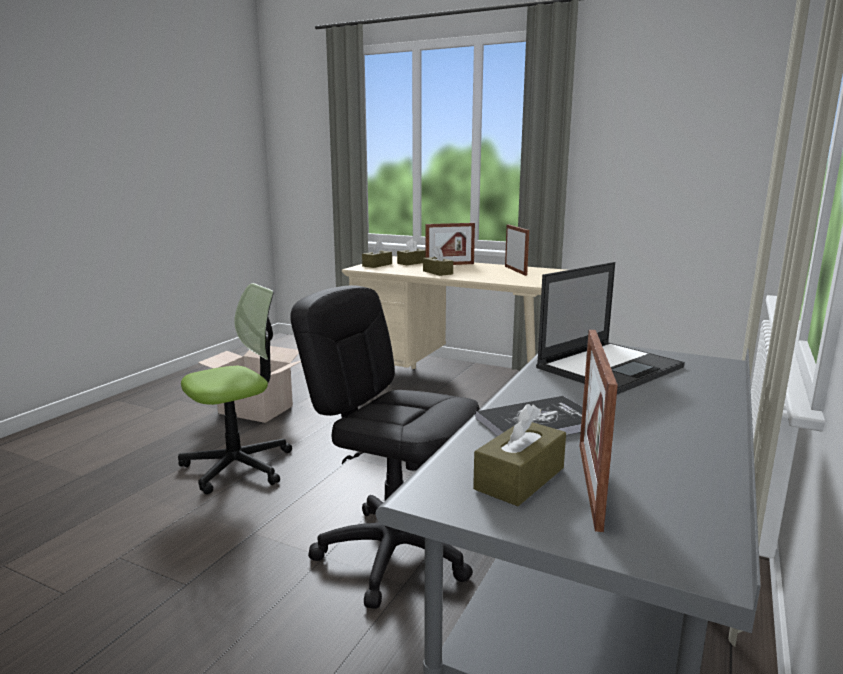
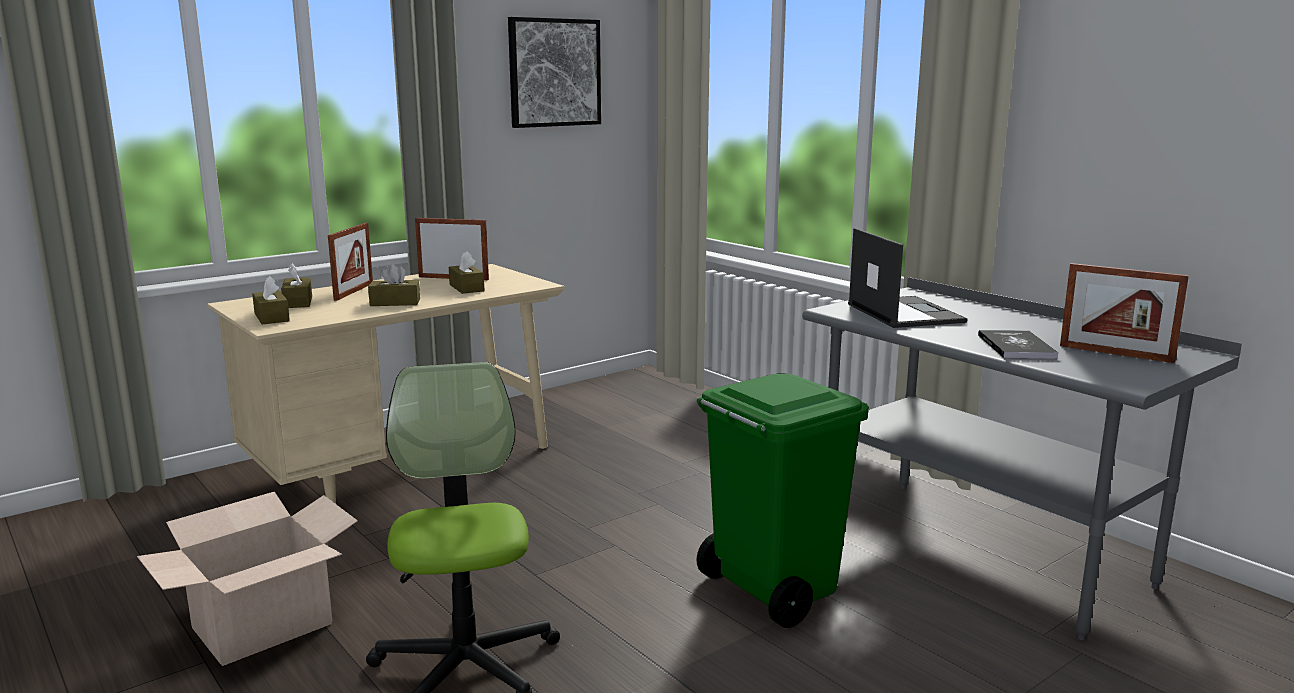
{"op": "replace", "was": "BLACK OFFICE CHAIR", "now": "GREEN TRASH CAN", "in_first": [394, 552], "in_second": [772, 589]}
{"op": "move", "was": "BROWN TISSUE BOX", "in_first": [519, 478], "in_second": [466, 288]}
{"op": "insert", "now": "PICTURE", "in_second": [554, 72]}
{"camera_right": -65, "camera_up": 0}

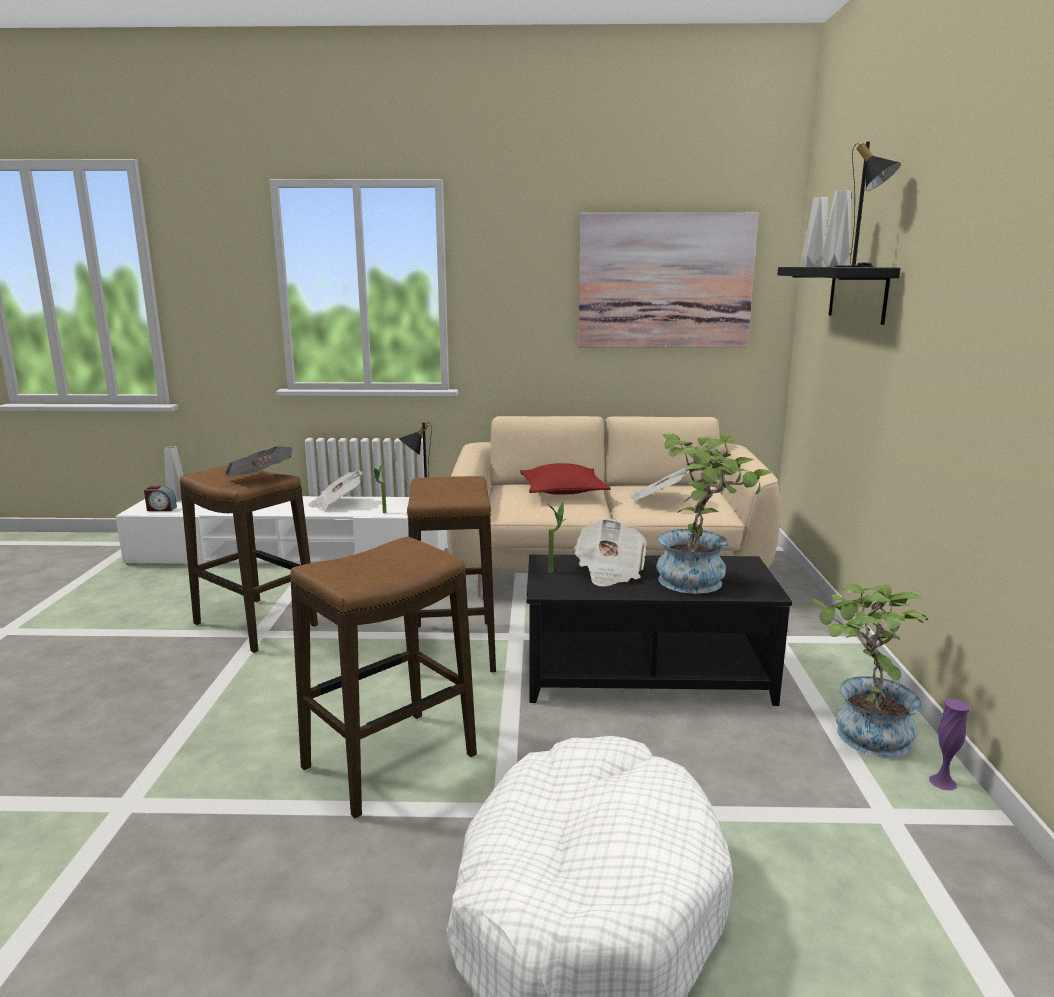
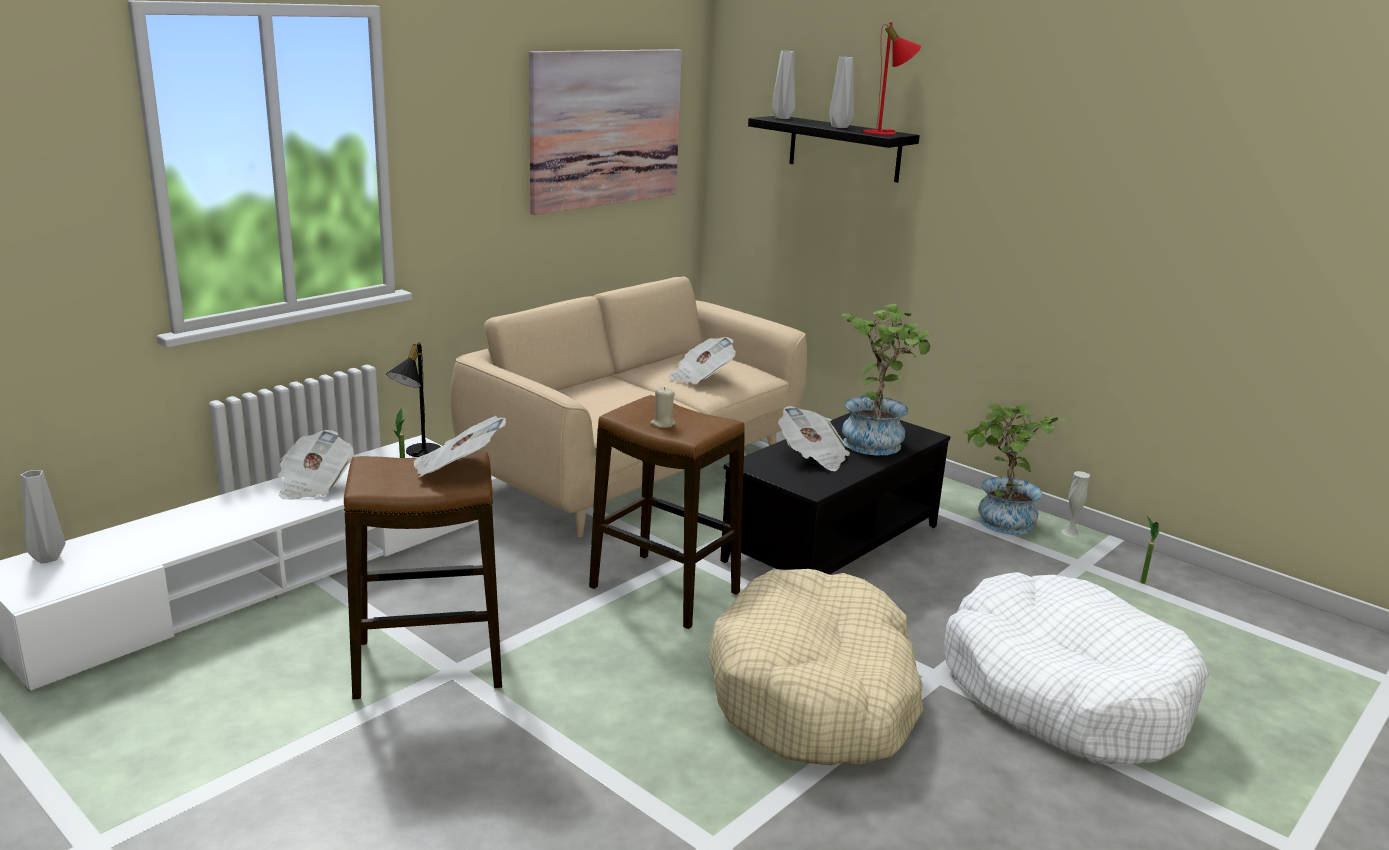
{"op": "delete", "was": "ALARM CLOCK", "in_first": [161, 509]}
{"op": "replace", "was": "STOOL", "now": "BEIGE DOG BED", "in_first": [390, 761], "in_second": [815, 694]}
{"op": "delete", "was": "RED PILLOW", "in_first": [563, 491]}
{"op": "move", "was": "POTTED PLANT", "in_first": [555, 570], "in_second": [1141, 579]}
{"op": "recolor", "was": "BLACK TABLE LAMP", "now": "RED TABLE LAMP", "in_first": [860, 267], "in_second": [886, 133]}
{"op": "recolor", "was": "PURPLE VASE", "now": "WHITE VASE", "in_first": [942, 782], "in_second": [1070, 532]}
{"op": "insert", "now": "BEIGE CANDLE", "in_second": [662, 424]}
{"camera_right": -50, "camera_up": 5}

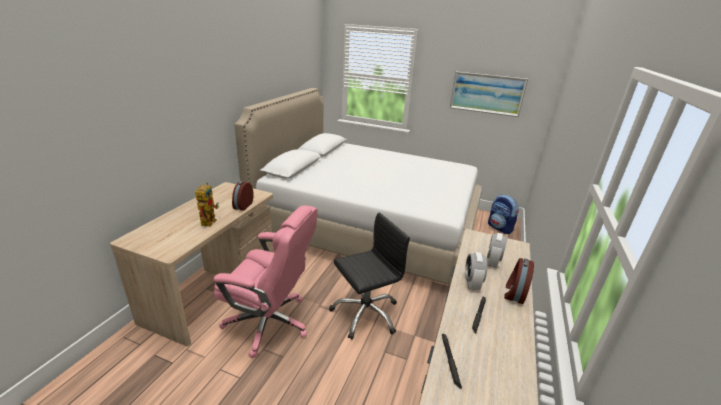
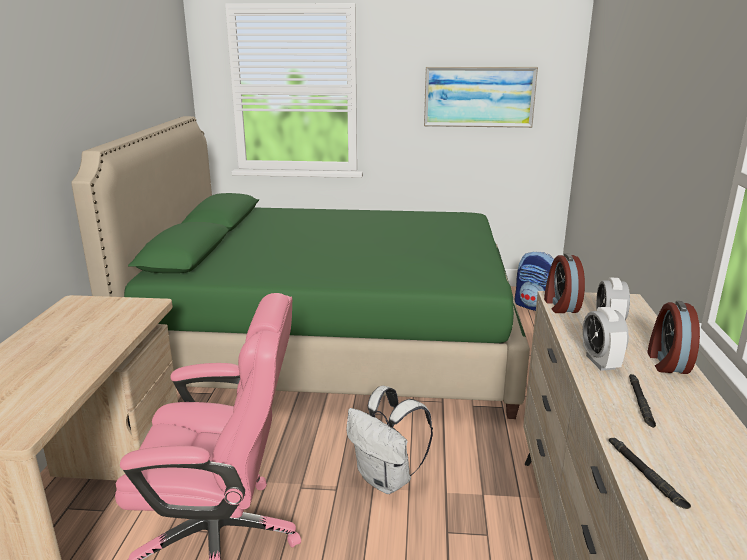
{"op": "delete", "was": "TOY ROBOT", "in_first": [209, 220]}
{"op": "move", "was": "ALARM CLOCK", "in_first": [242, 206], "in_second": [560, 305]}
{"op": "recolor", "was": "WHITE BED", "now": "GREEN BED", "in_first": [369, 227], "in_second": [332, 342]}
{"op": "replace", "was": "BLACK OFFICE CHAIR", "now": "WHITE BACKPACK", "in_first": [365, 313], "in_second": [387, 480]}
{"camera_right": -15, "camera_up": -5}

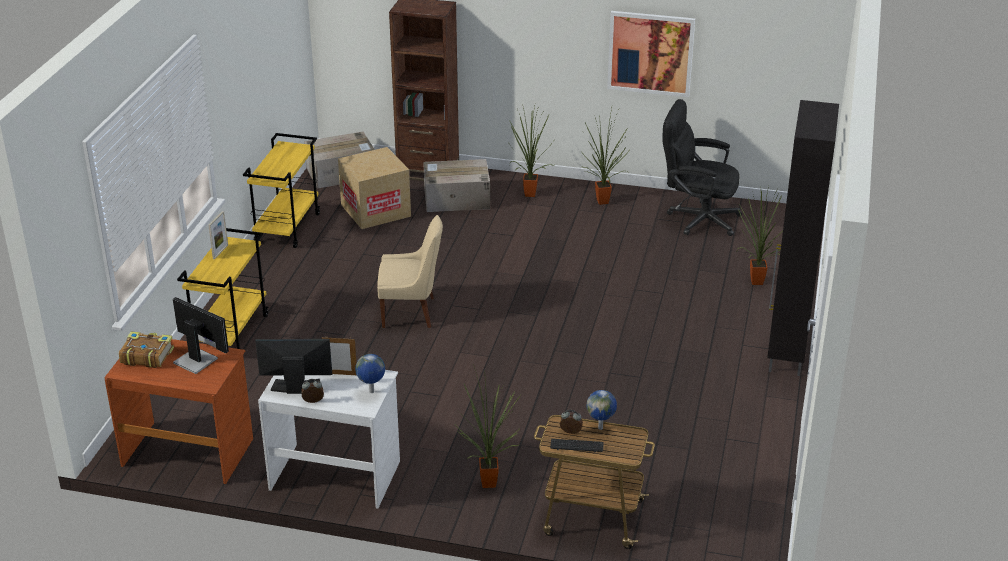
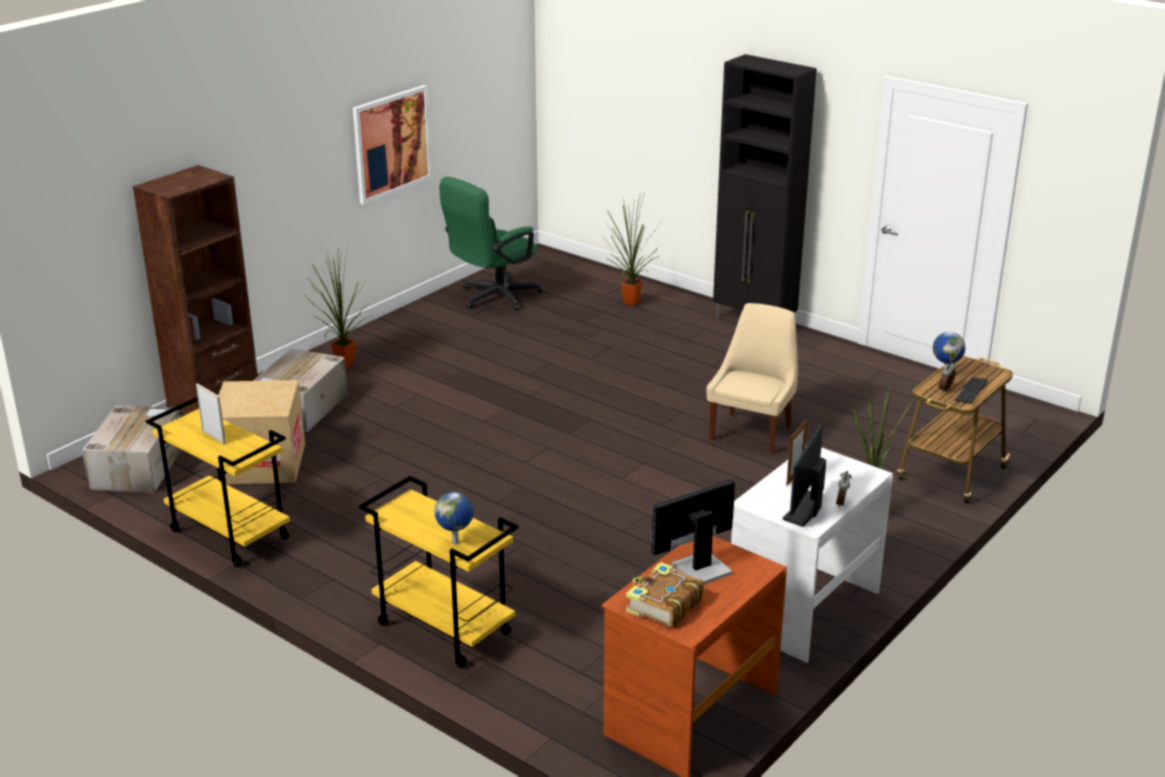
{"op": "move", "was": "PICTURE FRAME", "in_first": [220, 252], "in_second": [214, 437]}
{"op": "move", "was": "GLOBE", "in_first": [371, 392], "in_second": [456, 543]}
{"op": "move", "was": "BEIGE CHAIR", "in_first": [411, 312], "in_second": [752, 431]}
{"op": "delete", "was": "POTTED PLANT", "in_first": [602, 203]}
{"op": "recolor", "was": "BLACK OFFICE CHAIR", "now": "GREEN OFFICE CHAIR", "in_first": [697, 218], "in_second": [493, 298]}
{"camera_right": -65, "camera_up": -5}

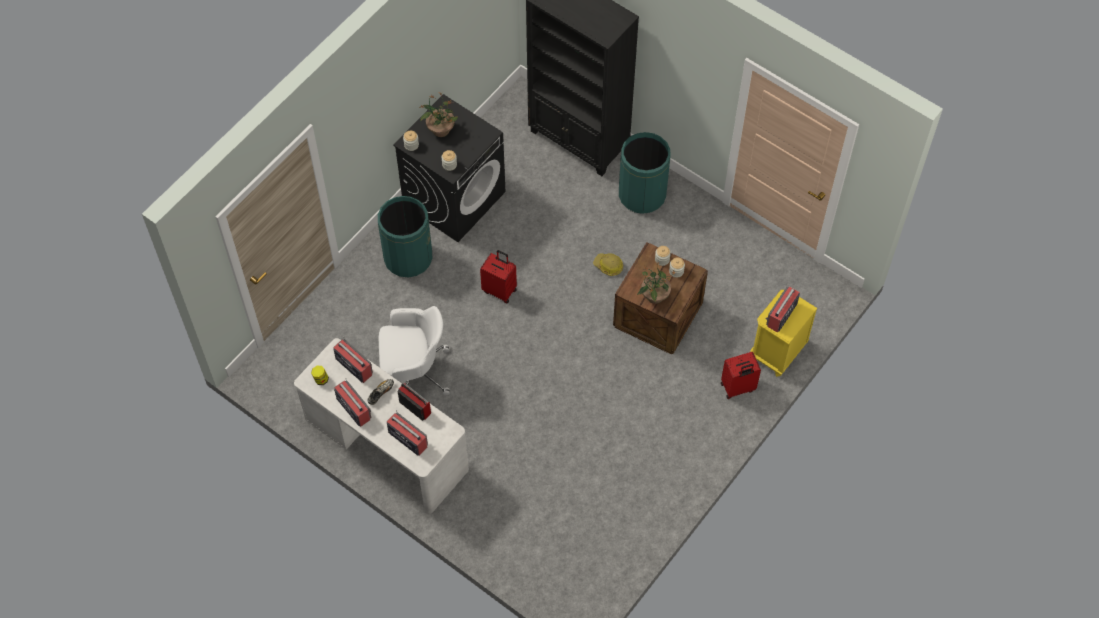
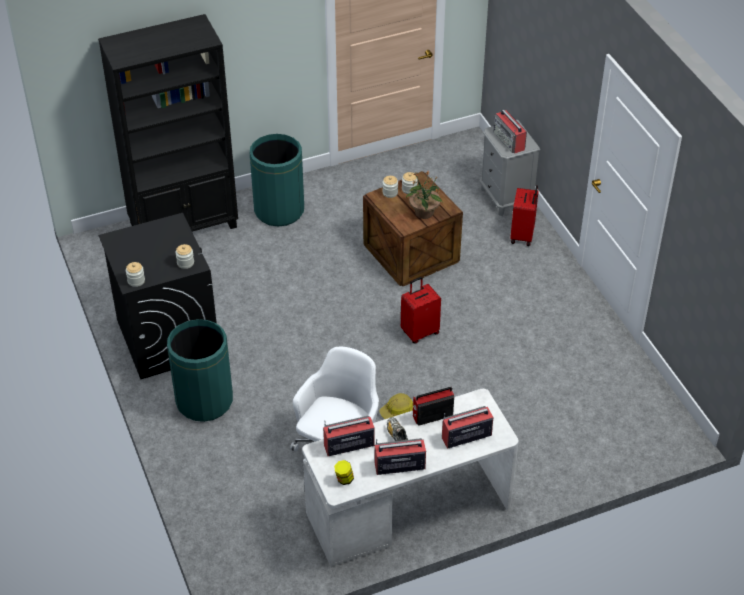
{"op": "delete", "was": "POTTED PLANT", "in_first": [440, 129]}
{"op": "move", "was": "RED SUITCASE", "in_first": [500, 290], "in_second": [419, 332]}
{"op": "move", "was": "HARD HAT", "in_first": [608, 266], "in_second": [397, 411]}
{"op": "recolor", "was": "YELLOW NIGHTSTAND", "now": "GREY NIGHTSTAND", "in_first": [777, 353], "in_second": [505, 198]}
{"camera_right": -60, "camera_up": -15}

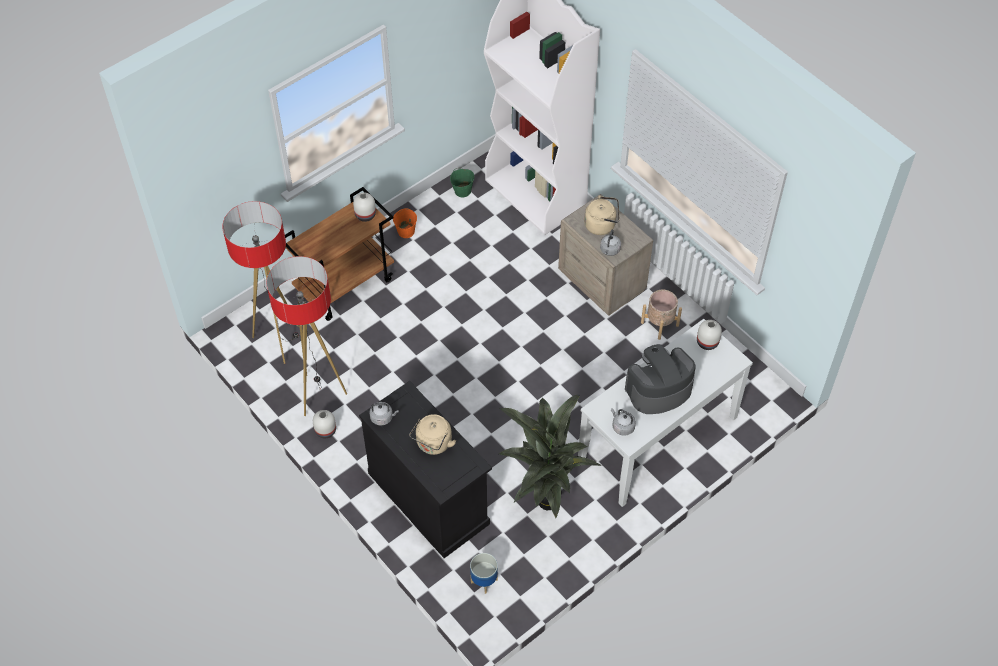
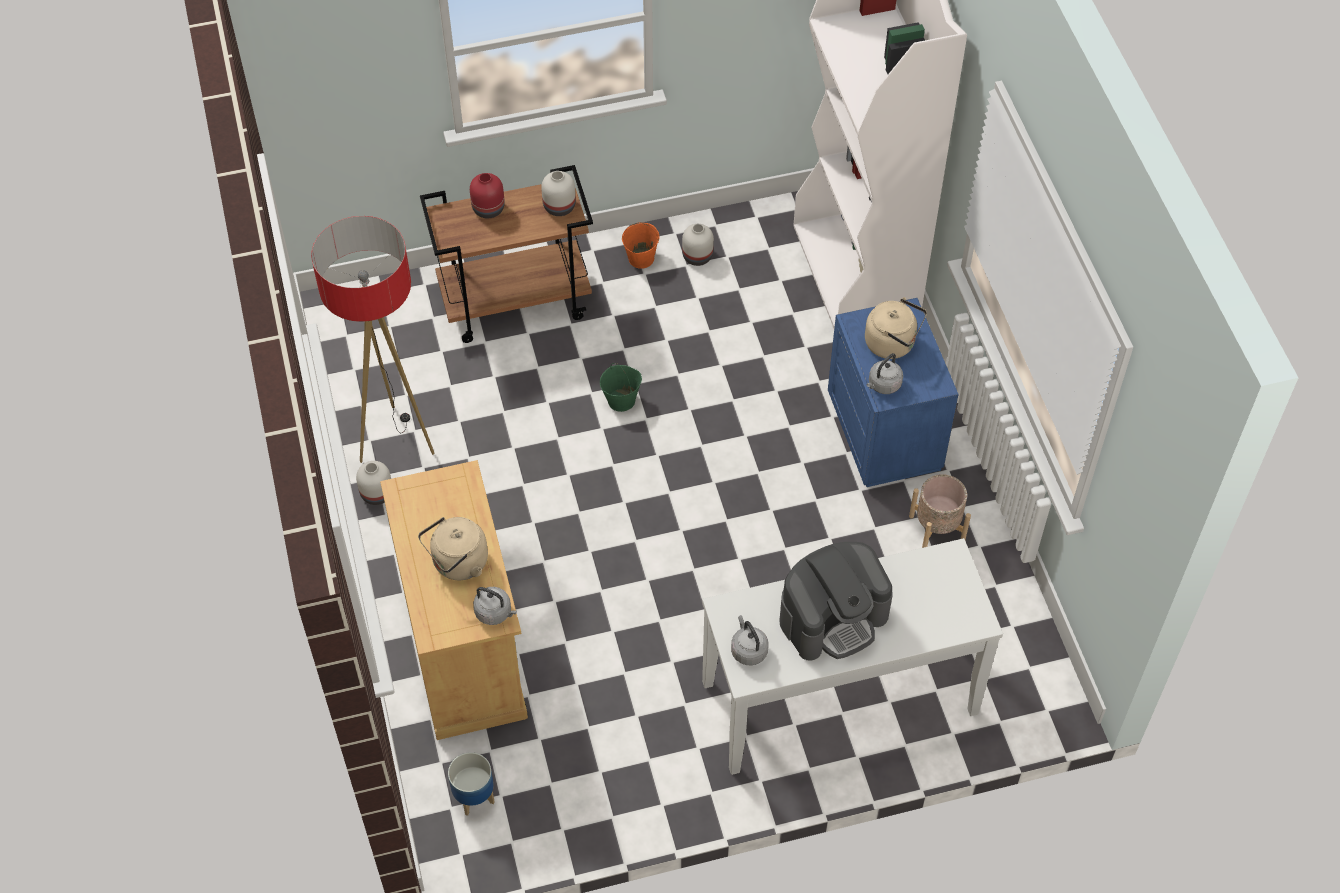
{"op": "delete", "was": "FLOOR LAMP", "in_first": [279, 342]}
{"op": "recolor", "was": "BLACK CABINET", "now": "BEIGE CABINET", "in_first": [428, 498], "in_second": [463, 645]}
{"op": "move", "was": "GREY KETTLE", "in_first": [383, 417], "in_second": [495, 613]}
{"op": "move", "was": "GREEN BUCKET", "in_first": [462, 191], "in_second": [621, 400]}
{"op": "delete", "was": "POTTED PLANT", "in_first": [543, 500]}
{"op": "recolor", "was": "BEIGE NIGHTSTAND", "now": "BLUE NIGHTSTAND", "in_first": [603, 280], "in_second": [886, 432]}
{"op": "rotate", "was": "COFFEE MACHINE", "in_first": [658, 390], "in_second": [833, 617], "clockwise": 150}
{"op": "move", "was": "WHITE VASE", "in_first": [707, 342], "in_second": [697, 255]}
{"op": "insert", "now": "RED VASE", "in_second": [489, 209]}
{"camera_right": 25, "camera_up": 0}

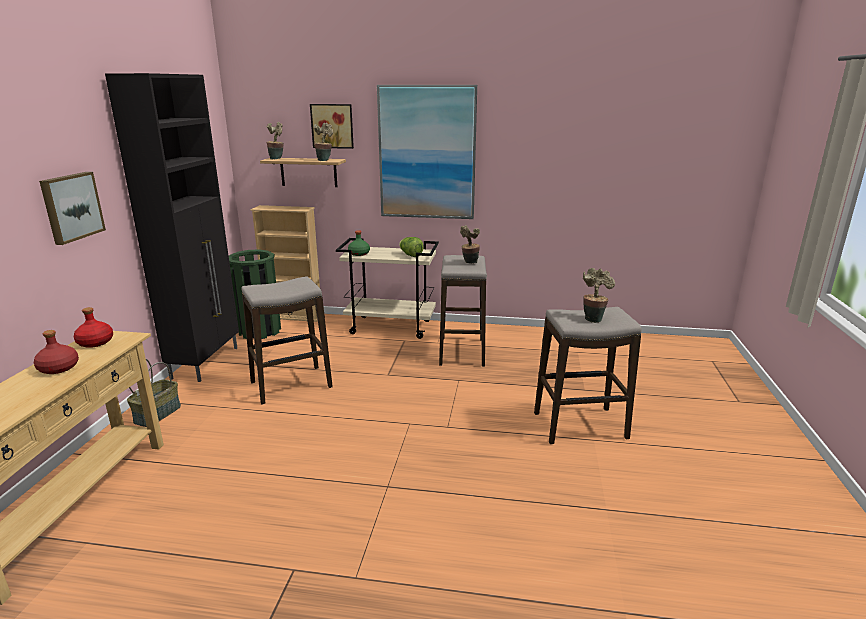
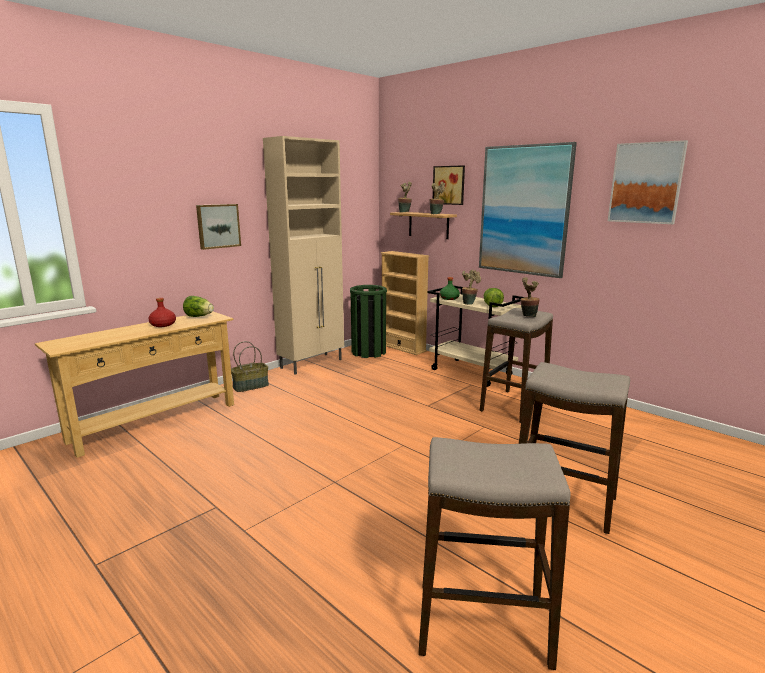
{"op": "replace", "was": "RED BOTTLE", "now": "LETTUCE", "in_first": [95, 342], "in_second": [199, 316]}
{"op": "recolor", "was": "BLACK CABINET", "now": "BEIGE CABINET", "in_first": [206, 362], "in_second": [312, 363]}
{"op": "move", "was": "STOOL", "in_first": [291, 385], "in_second": [482, 624]}
{"op": "move", "was": "POTTED PLANT", "in_first": [593, 318], "in_second": [469, 303]}
{"op": "insert", "now": "PICTURE", "in_second": [646, 183]}
{"camera_right": 35, "camera_up": -5}

